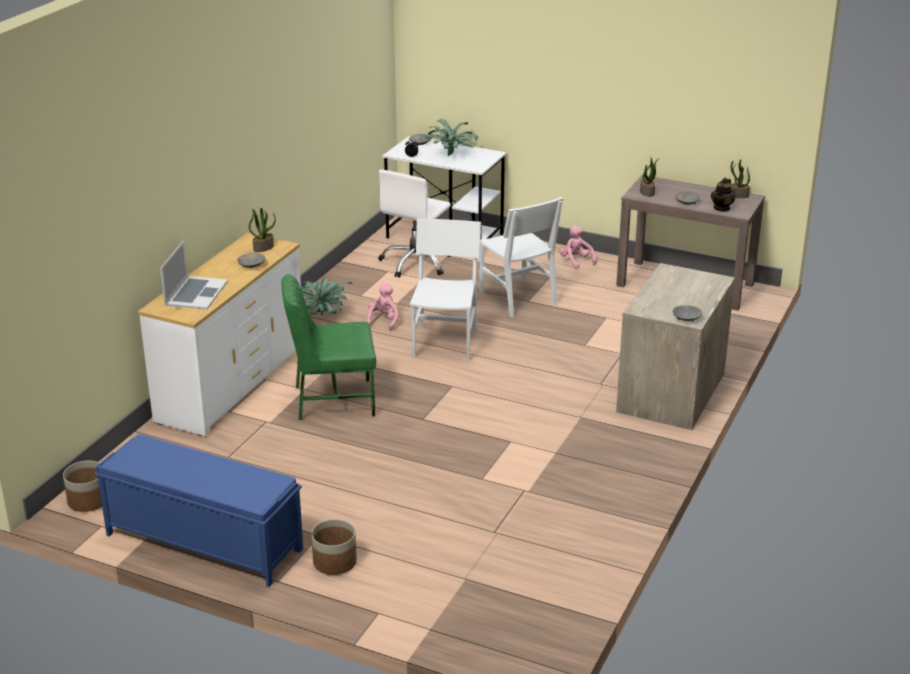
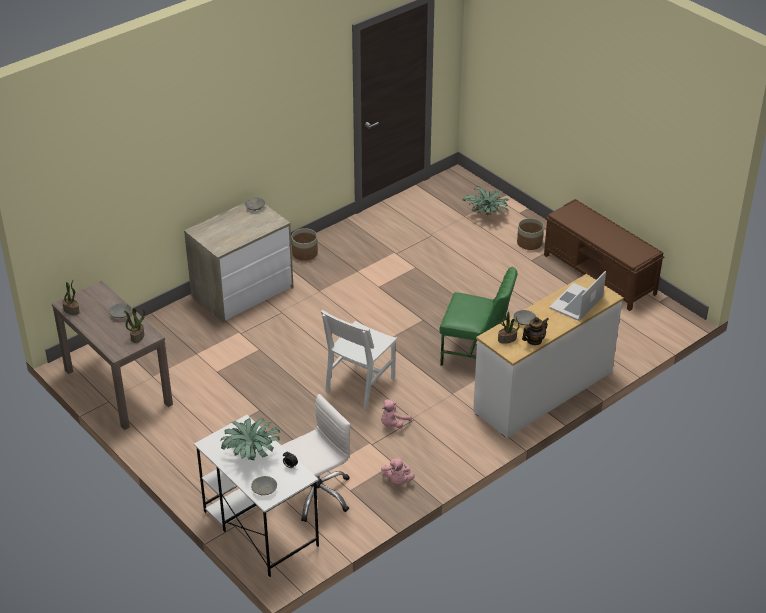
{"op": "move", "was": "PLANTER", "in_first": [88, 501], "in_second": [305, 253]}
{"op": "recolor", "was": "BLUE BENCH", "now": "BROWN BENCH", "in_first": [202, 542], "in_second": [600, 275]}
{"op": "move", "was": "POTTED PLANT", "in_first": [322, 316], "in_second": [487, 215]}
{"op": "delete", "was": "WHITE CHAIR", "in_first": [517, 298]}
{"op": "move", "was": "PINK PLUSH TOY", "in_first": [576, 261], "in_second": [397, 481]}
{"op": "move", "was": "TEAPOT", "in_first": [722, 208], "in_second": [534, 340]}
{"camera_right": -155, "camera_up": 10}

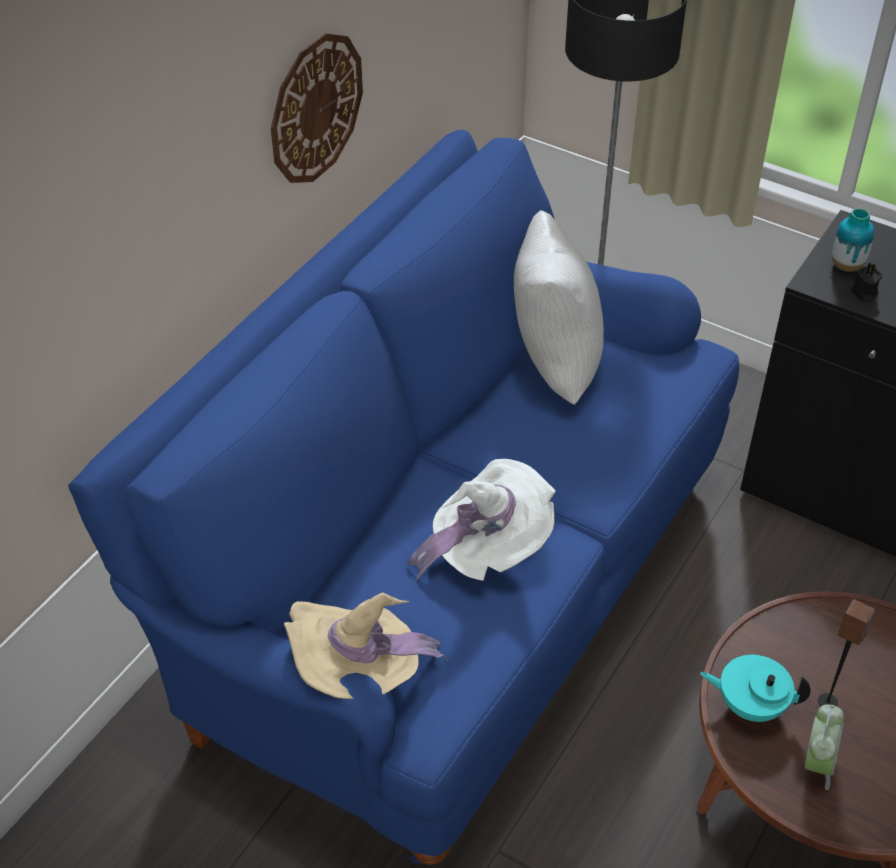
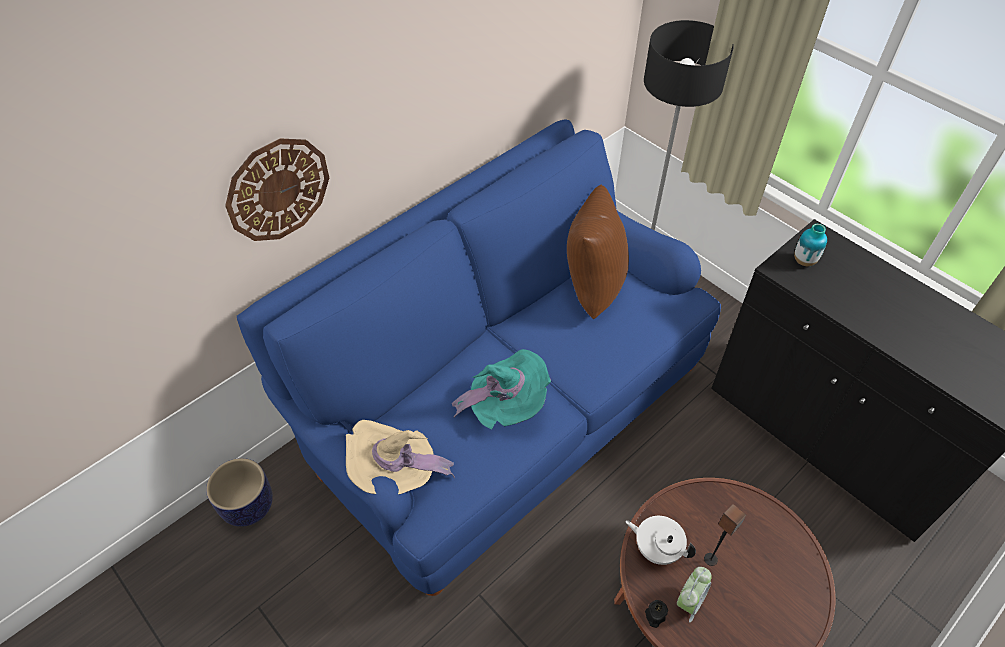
{"op": "move", "was": "WALL CLOCK", "in_first": [315, 108], "in_second": [278, 189]}
{"op": "recolor", "was": "WHITE HAT", "now": "TURQUOISE HAT", "in_first": [487, 548], "in_second": [506, 405]}
{"op": "recolor", "was": "WHITE PILLOW", "now": "BROWN PILLOW", "in_first": [551, 364], "in_second": [591, 286]}
{"op": "recolor", "was": "TURQUOISE TEAPOT", "now": "WHITE TEAPOT", "in_first": [750, 705], "in_second": [656, 548]}
{"op": "move", "was": "BLACK CANDLE", "in_first": [864, 293], "in_second": [654, 616]}
{"op": "insert", "now": "PLANTER", "in_second": [248, 505]}
{"camera_right": 15, "camera_up": 5}

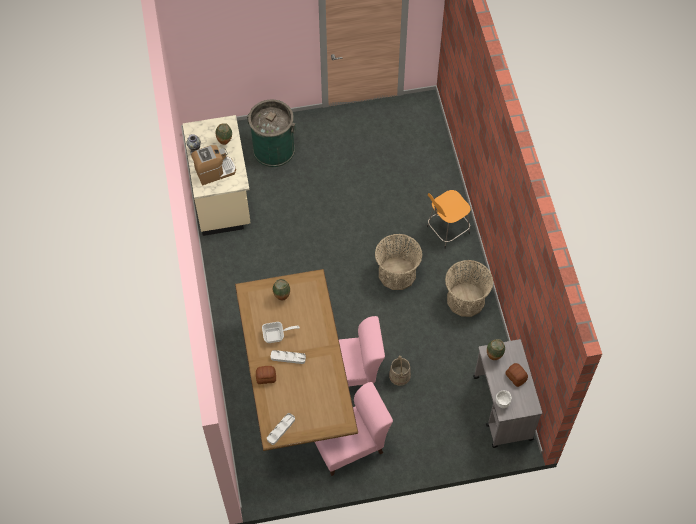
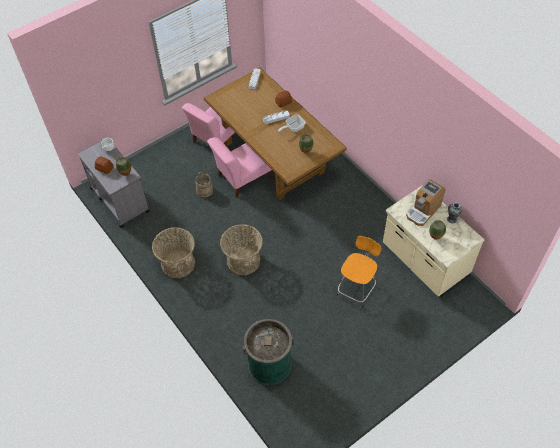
{"op": "move", "was": "GREEN TRASH CAN", "in_first": [273, 149], "in_second": [269, 364]}
{"op": "move", "was": "ORANGE STOOL", "in_first": [446, 231], "in_second": [356, 289]}
{"camera_right": 155, "camera_up": -5}

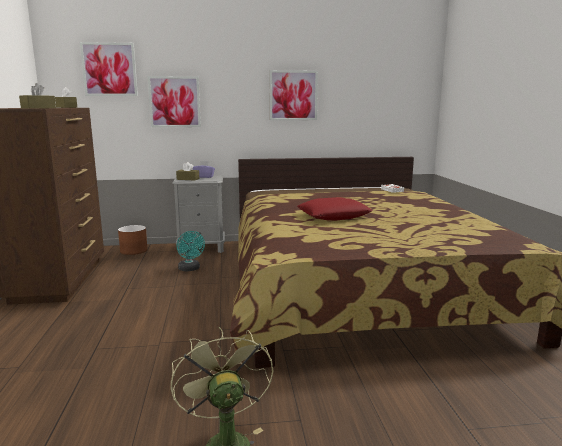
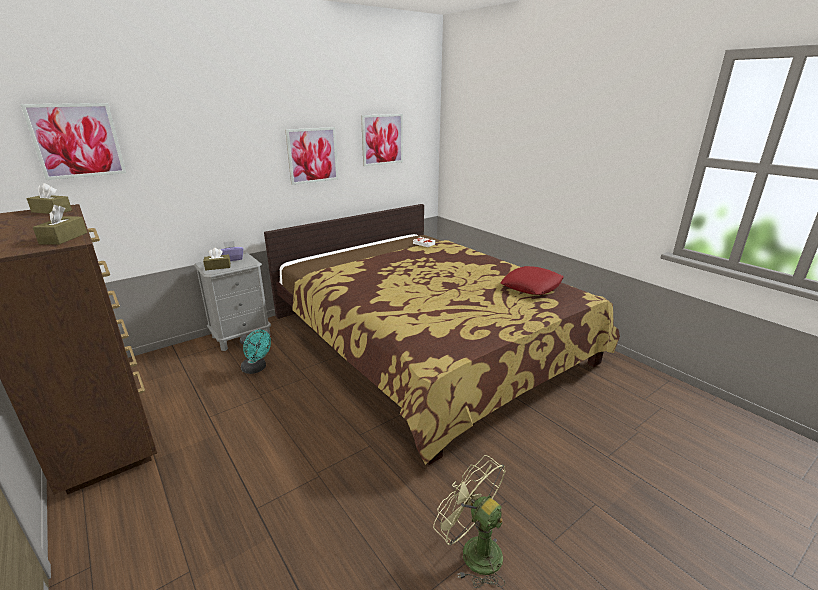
{"op": "delete", "was": "BROWN PLANTER", "in_first": [134, 250]}
{"op": "move", "was": "PICTURE", "in_first": [174, 102], "in_second": [382, 139]}
{"op": "move", "was": "RED PILLOW", "in_first": [334, 215], "in_second": [531, 286]}
{"camera_right": -30, "camera_up": 10}

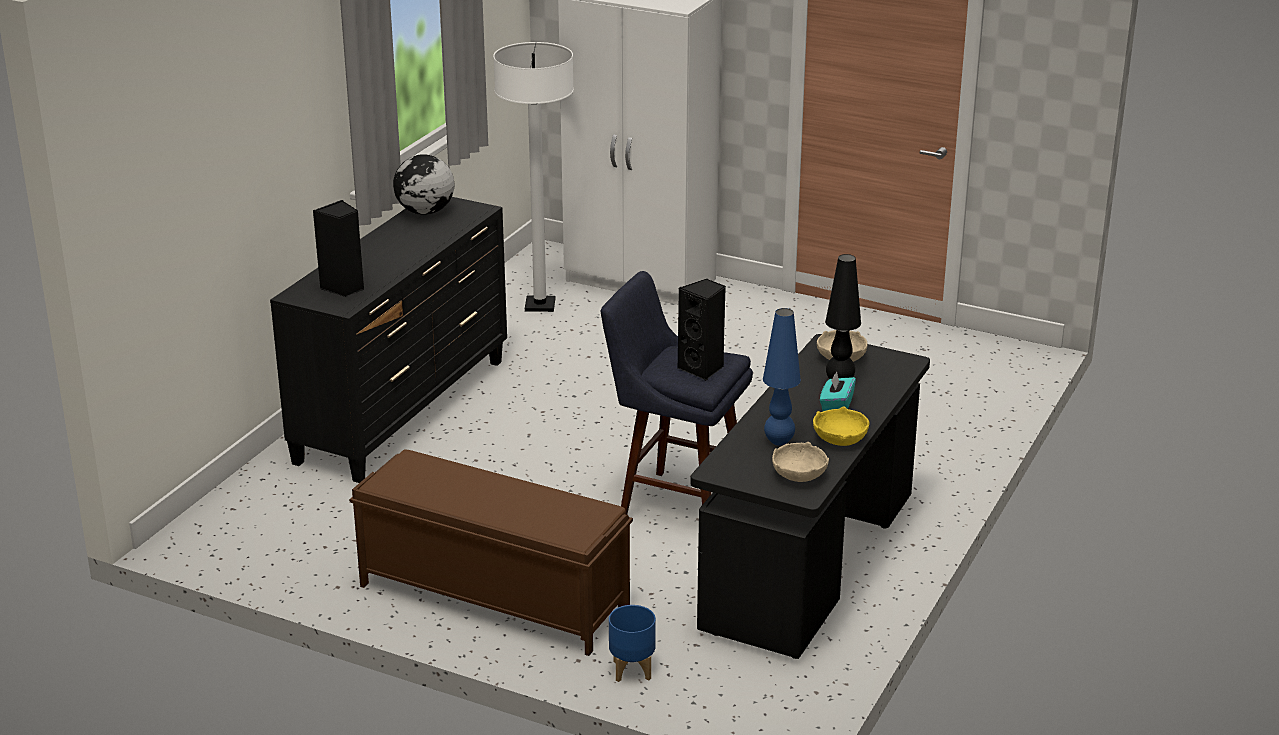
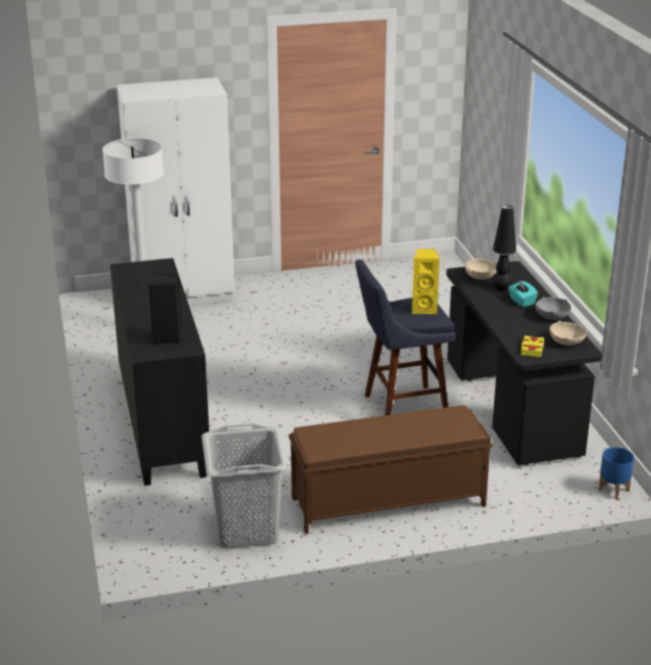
{"op": "delete", "was": "GLOBE", "in_first": [424, 212]}
{"op": "move", "was": "BLUE PLANTER", "in_first": [632, 669], "in_second": [613, 490]}
{"op": "recolor", "was": "BLACK SPEAKER", "now": "YELLOW SPEAKER", "in_first": [703, 369], "in_second": [424, 309]}
{"op": "delete", "was": "BLUE TABLE LAMP", "in_first": [779, 442]}
{"op": "recolor", "was": "YELLOW BOWL", "now": "GREY BOWL", "in_first": [840, 439], "in_second": [552, 316]}
{"op": "insert", "now": "GREY LAUNDRY BASKET", "in_second": [246, 530]}
{"op": "insert", "now": "YELLOW BOOK", "in_second": [531, 349]}
{"camera_right": -40, "camera_up": 0}

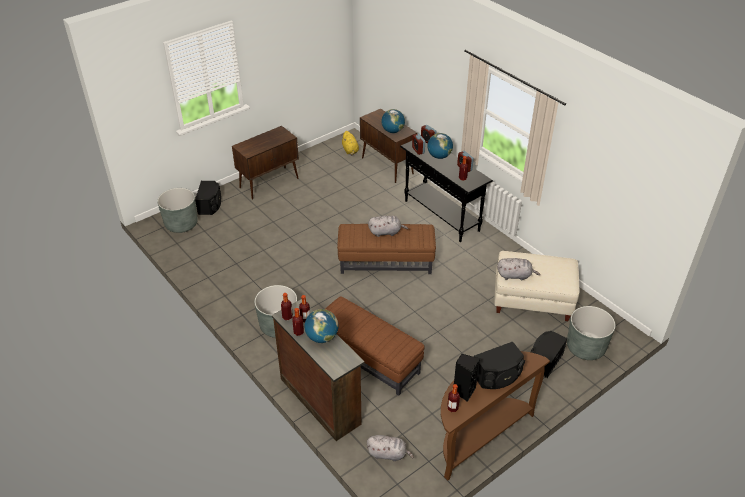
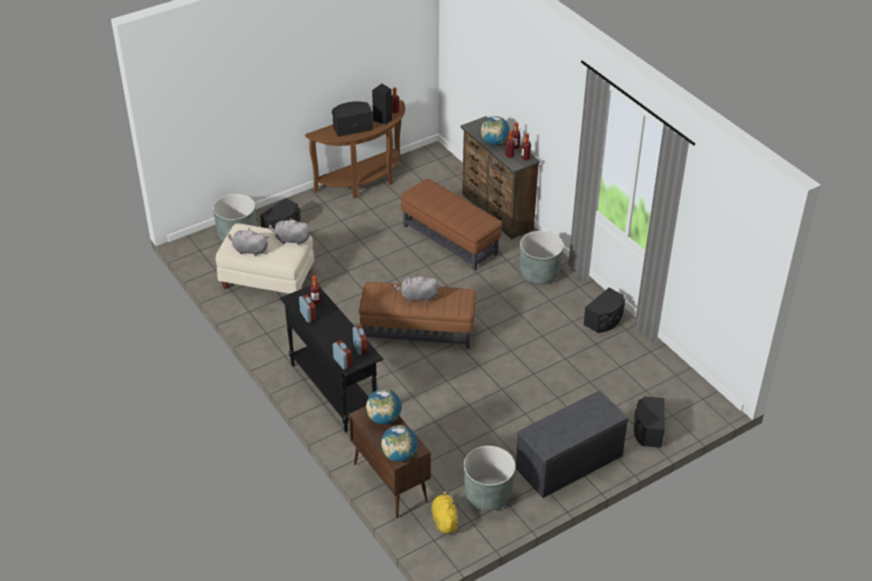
{"op": "move", "was": "GREY PLANTER", "in_first": [181, 224], "in_second": [488, 495]}
{"op": "replace", "was": "BROWN CABINET", "now": "GREY BENCH", "in_first": [269, 183], "in_second": [569, 463]}
{"op": "move", "was": "GREY PLUSH TOY", "in_first": [388, 454], "in_second": [249, 250]}
{"op": "move", "was": "GLOBE", "in_first": [439, 156], "in_second": [399, 455]}
{"op": "insert", "now": "BLACK SPEAKER", "in_second": [605, 320]}
{"camera_right": -175, "camera_up": 0}

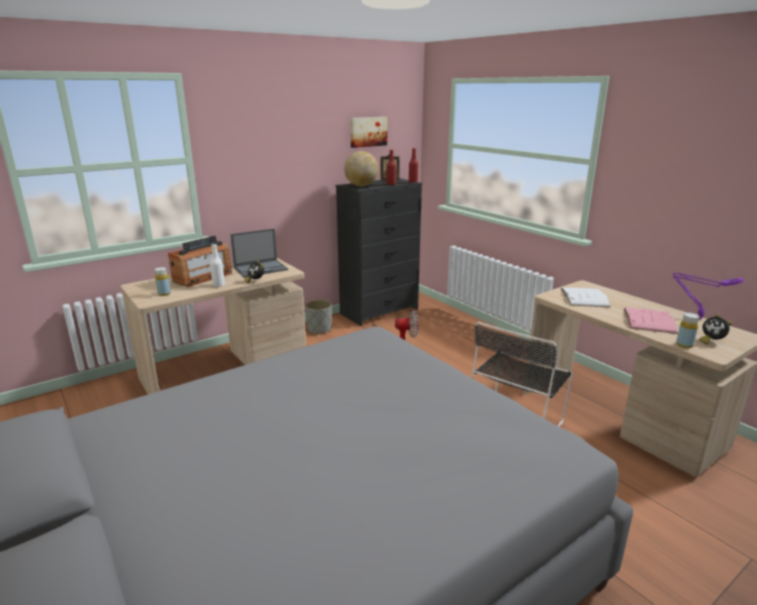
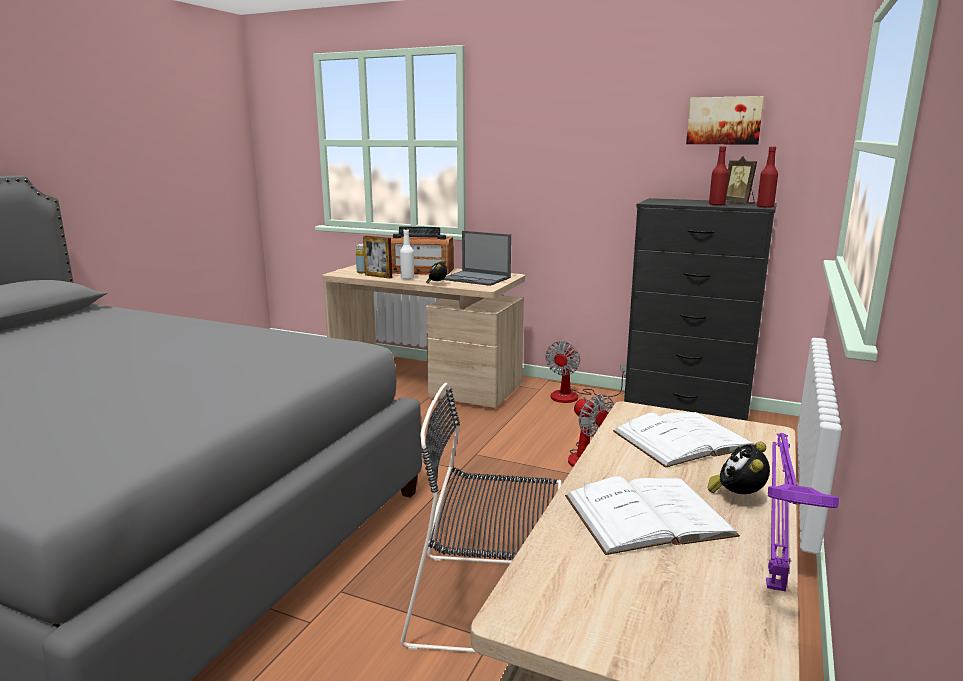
{"op": "replace", "was": "GREY PLANTER", "now": "FAN", "in_first": [319, 329], "in_second": [574, 396]}
{"op": "delete", "was": "GLOBE", "in_first": [361, 186]}
{"op": "recolor", "was": "PINK BOOK", "now": "WHITE BOOK", "in_first": [649, 320], "in_second": [647, 515]}
{"op": "delete", "was": "YELLOW BOTTLE", "in_first": [684, 345]}
{"op": "move", "was": "ALARM CLOCK", "in_first": [711, 341], "in_second": [737, 497]}
{"op": "insert", "now": "PICTURE FRAME", "in_second": [378, 276]}
{"camera_right": 60, "camera_up": -5}

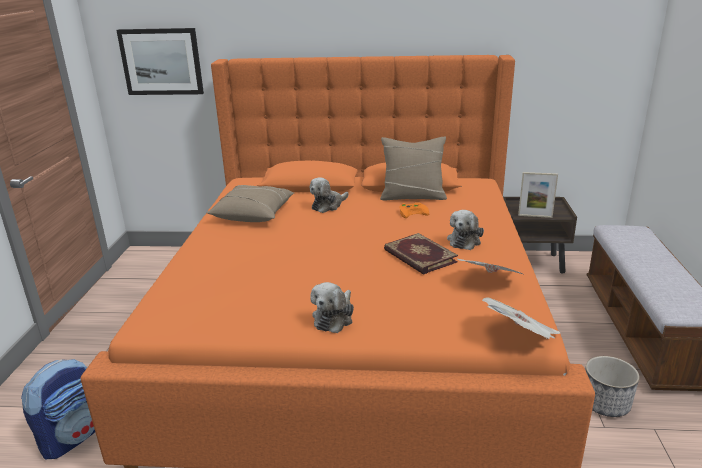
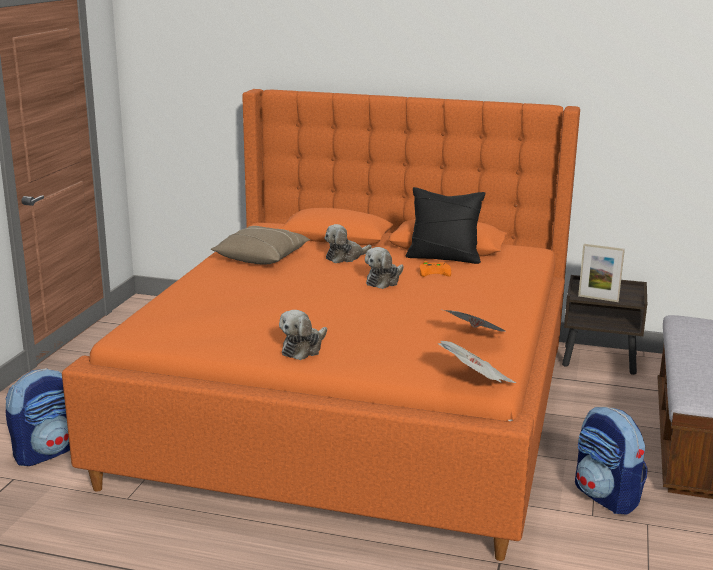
{"op": "delete", "was": "PICTURE", "in_first": [161, 61]}
{"op": "recolor", "was": "BEIGE PILLOW", "now": "BLACK PILLOW", "in_first": [413, 196], "in_second": [444, 257]}
{"op": "delete", "was": "BOOK", "in_first": [419, 256]}
{"op": "move", "was": "PLUSH TOY", "in_first": [465, 240], "in_second": [384, 281]}
{"op": "replace", "was": "PLANTER", "now": "BACKPACK", "in_first": [605, 403], "in_second": [606, 497]}
{"camera_right": 10, "camera_up": -5}

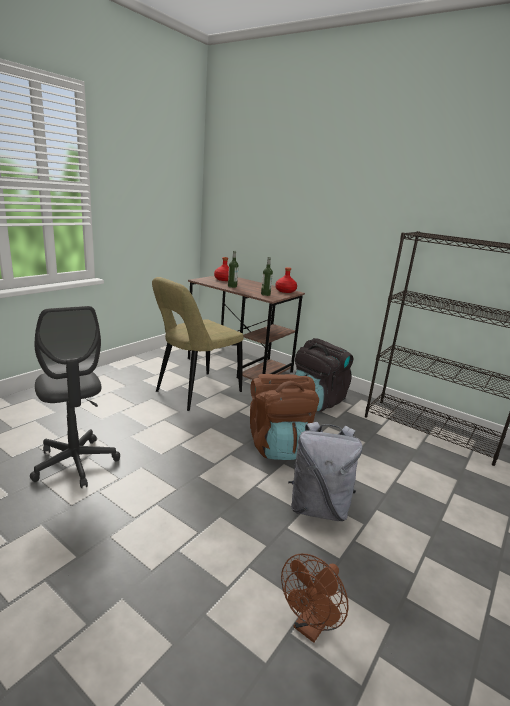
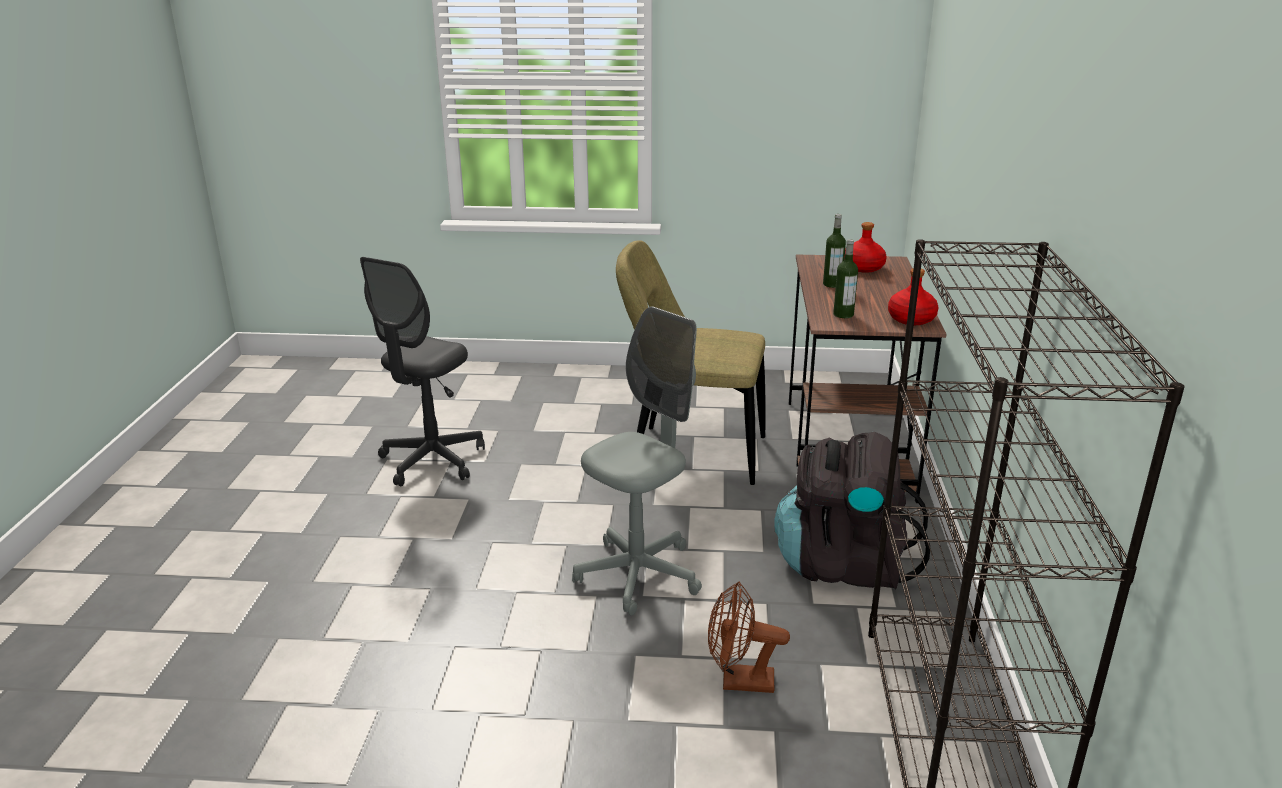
{"op": "replace", "was": "BROWN BACKPACK", "now": "GREY OFFICE CHAIR", "in_first": [278, 445], "in_second": [638, 575]}
{"op": "move", "was": "BROWN FAN", "in_first": [310, 626], "in_second": [739, 682]}
{"op": "delete", "was": "GREY BACKPACK", "in_first": [318, 507]}
{"camera_right": 60, "camera_up": 5}

